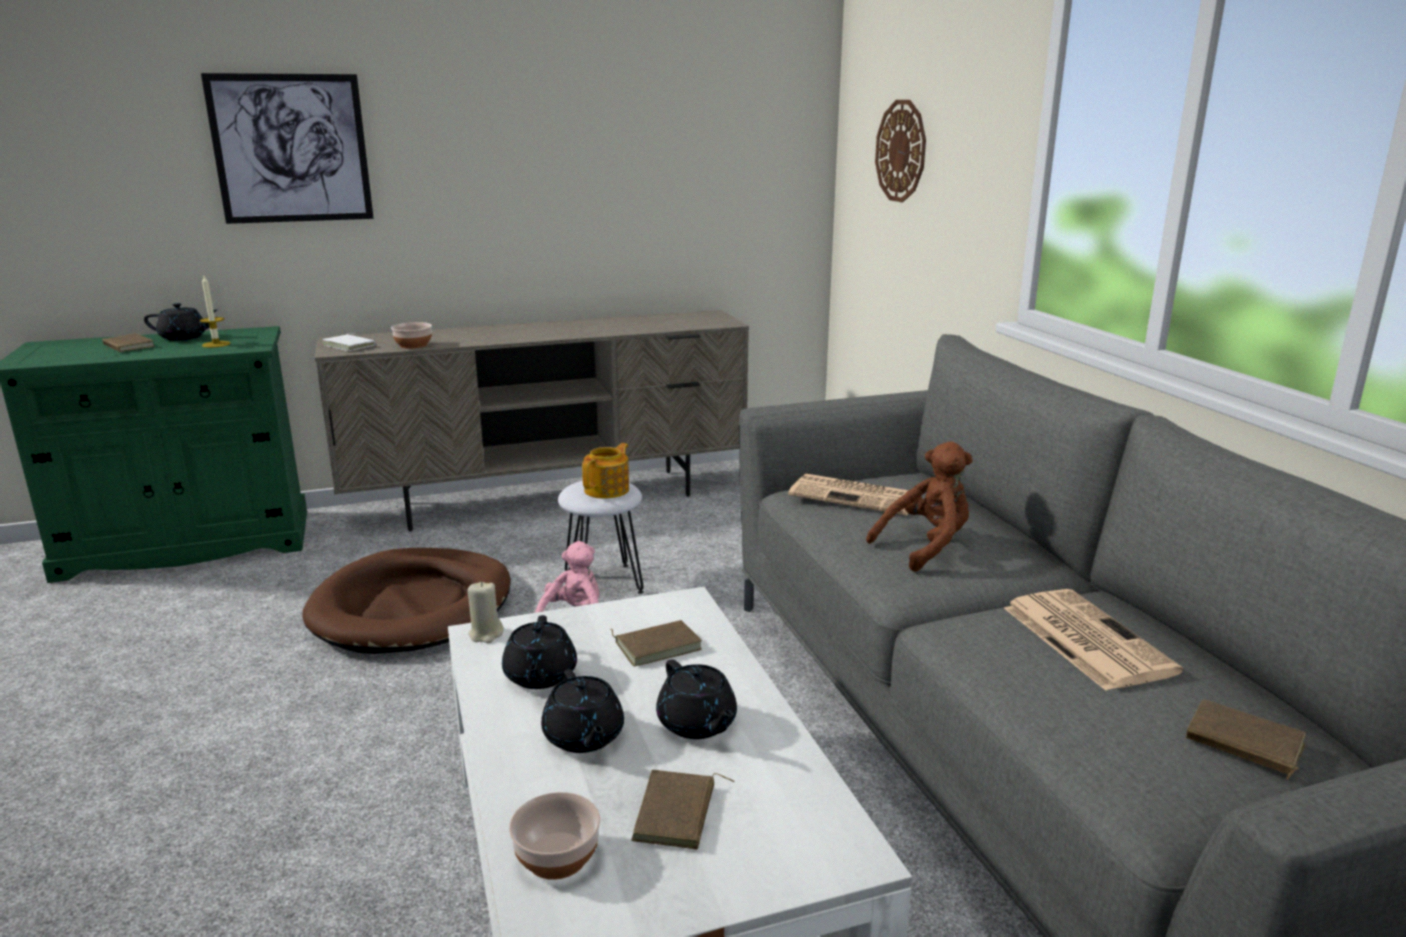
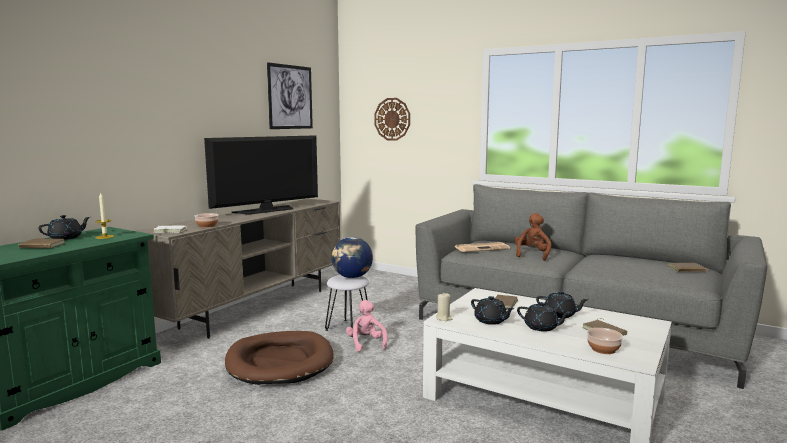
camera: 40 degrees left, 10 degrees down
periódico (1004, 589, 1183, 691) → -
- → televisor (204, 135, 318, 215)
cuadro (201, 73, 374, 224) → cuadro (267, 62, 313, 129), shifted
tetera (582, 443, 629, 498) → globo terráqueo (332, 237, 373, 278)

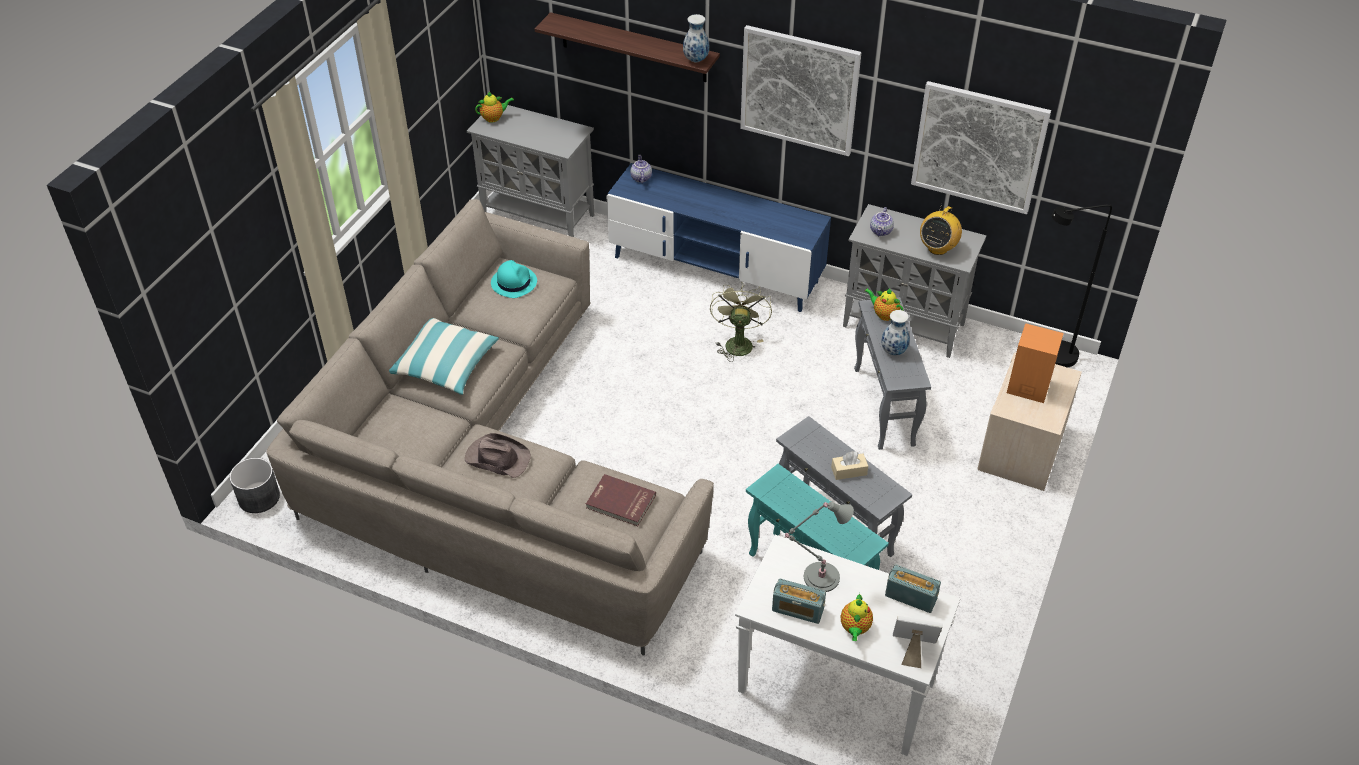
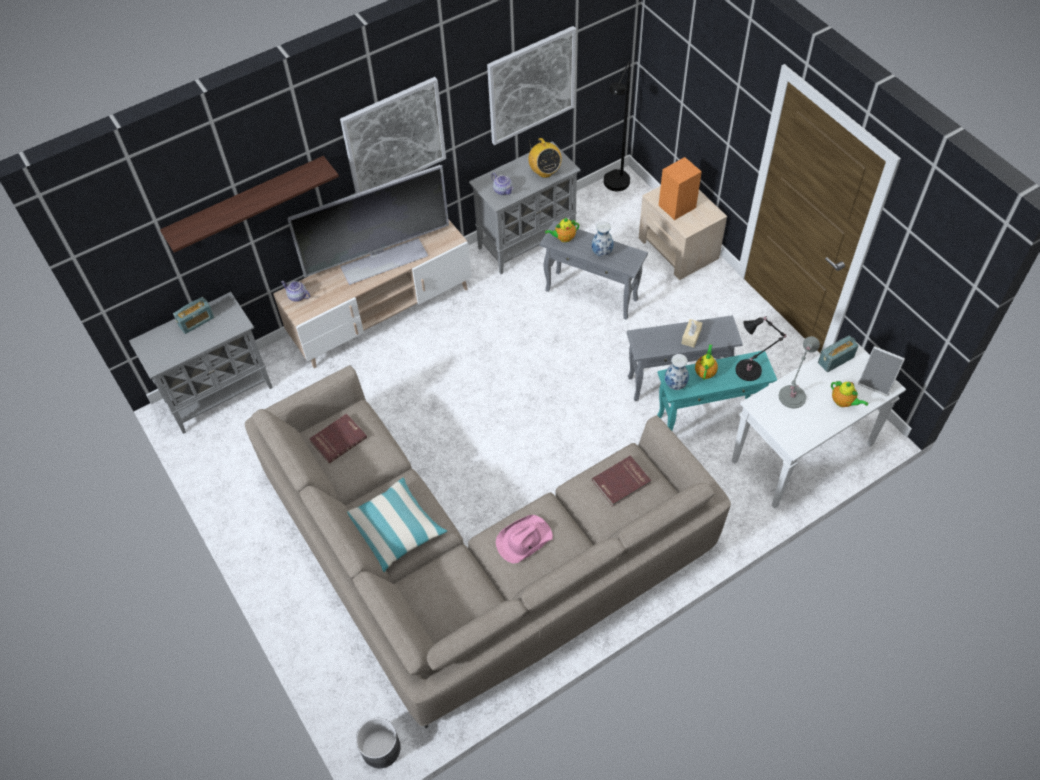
camera: 55 degrees left, 10 degrees up
ventilador/verde (710, 282, 772, 362) → -
- → televisor (288, 165, 449, 285)
- → lámpara de mesa/negro (736, 316, 787, 381)
tetera (475, 92, 514, 123) → tetera (695, 344, 718, 380), shifted
florero (683, 14, 709, 62) → florero (665, 354, 689, 390), shifted
radio (772, 579, 826, 624) → radio (173, 297, 214, 334), shifted
sombrero/turquesa (491, 260, 537, 298) → libro/rojo (310, 414, 367, 464)
sombrero/marrón (465, 433, 531, 478) → sombrero/rosa (496, 515, 553, 563)
mueble de televisión/azul (607, 163, 831, 312) → mueble de televisión/beis (273, 219, 472, 368)
portarretratos (893, 616, 943, 668) → portarretratos (858, 346, 905, 396), 105 degrees counterclockwise

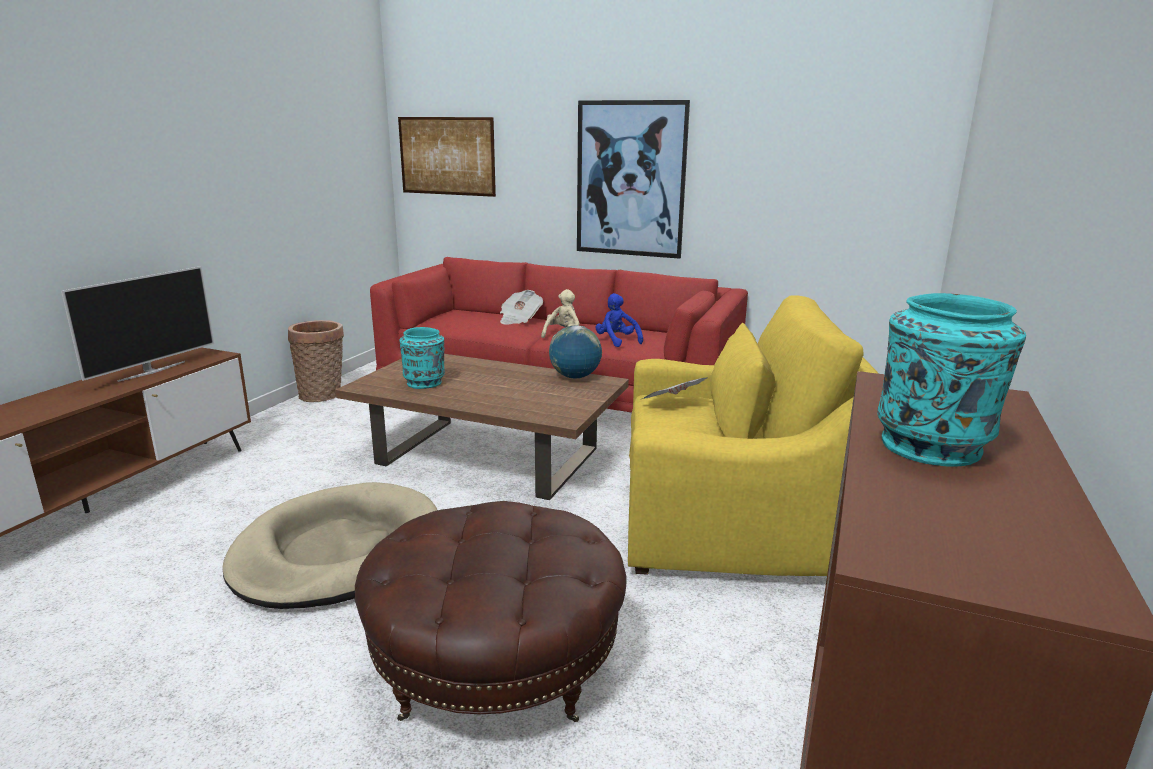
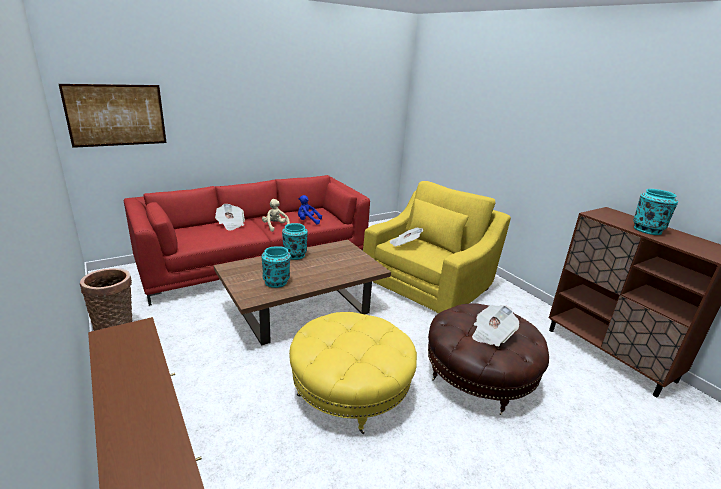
camera: 55 degrees left, 5 degrees up
televisor (61, 266, 214, 382) → -
globo terráqueo (549, 325, 602, 378) → -
cuadro (577, 100, 690, 259) → -
- → florero/turquesa (282, 223, 308, 260)
- → periódico (472, 305, 519, 347)
cama para perro/beis (222, 482, 437, 609) → puf/amarillo (289, 312, 417, 434)

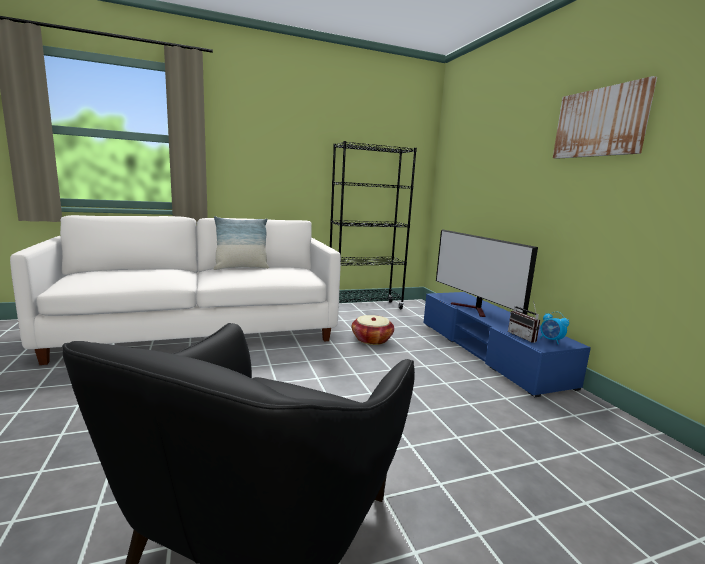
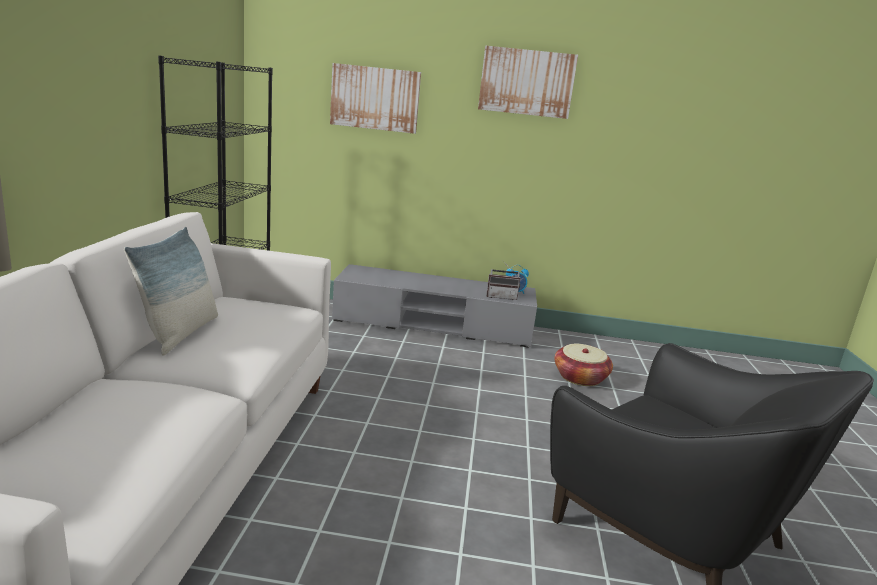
camera: 65 degrees left, 5 degrees up
televisor (436, 229, 538, 317) → -
- → cuadro (330, 63, 421, 134)
cesta (352, 315, 394, 345) → cesta (554, 344, 613, 386), shifted
mueble de televisión/azul (423, 292, 591, 397) → mueble de televisión/gris (332, 264, 537, 348)

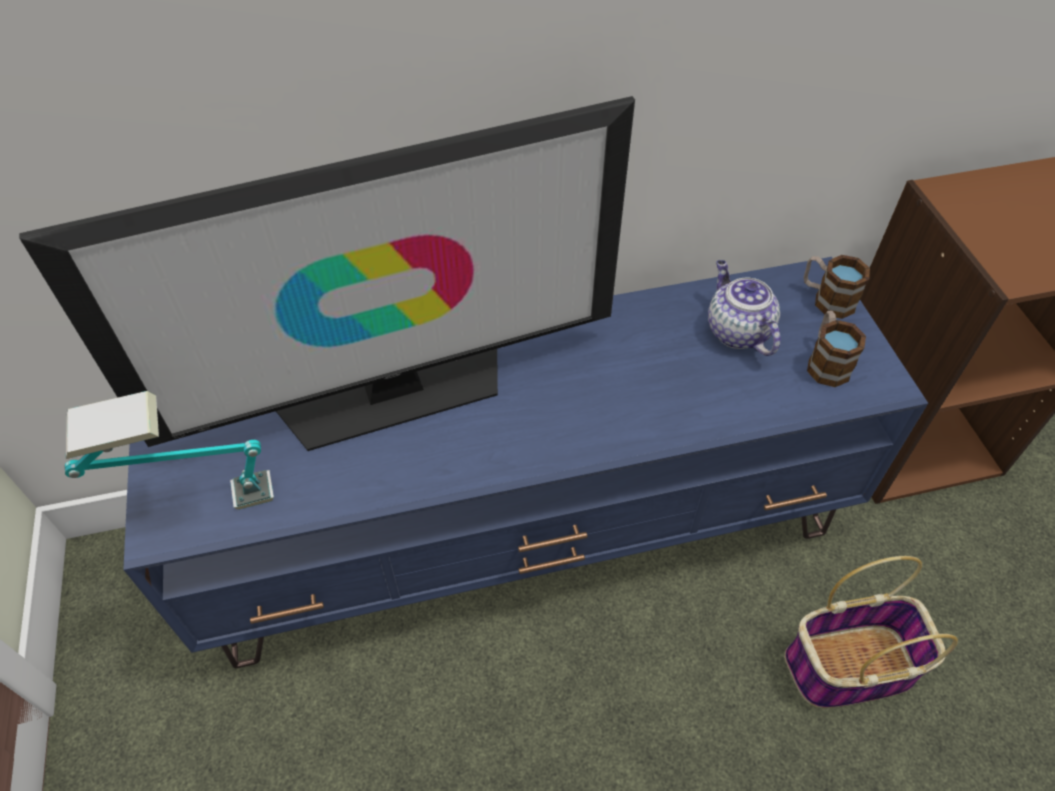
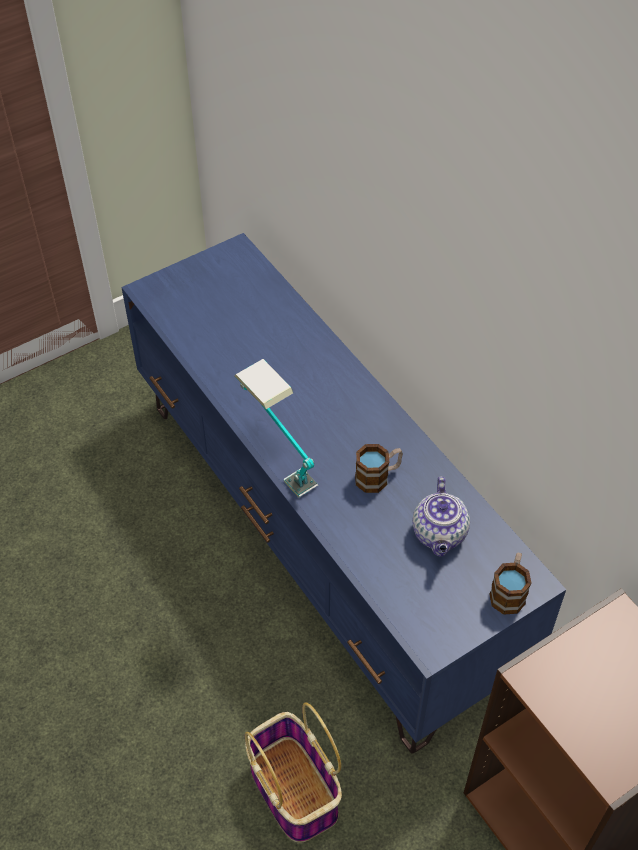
camera: 70 degrees right, 0 degrees up
televisor (19, 96, 635, 451) → -
lámpara de mesa (65, 391, 274, 510) → lámpara de mesa (235, 359, 318, 498), shifted
taza grande (807, 311, 866, 387) → taza grande (355, 444, 403, 493), shifted
tetera (708, 260, 781, 356) → tetera (412, 476, 470, 557), 135 degrees clockwise

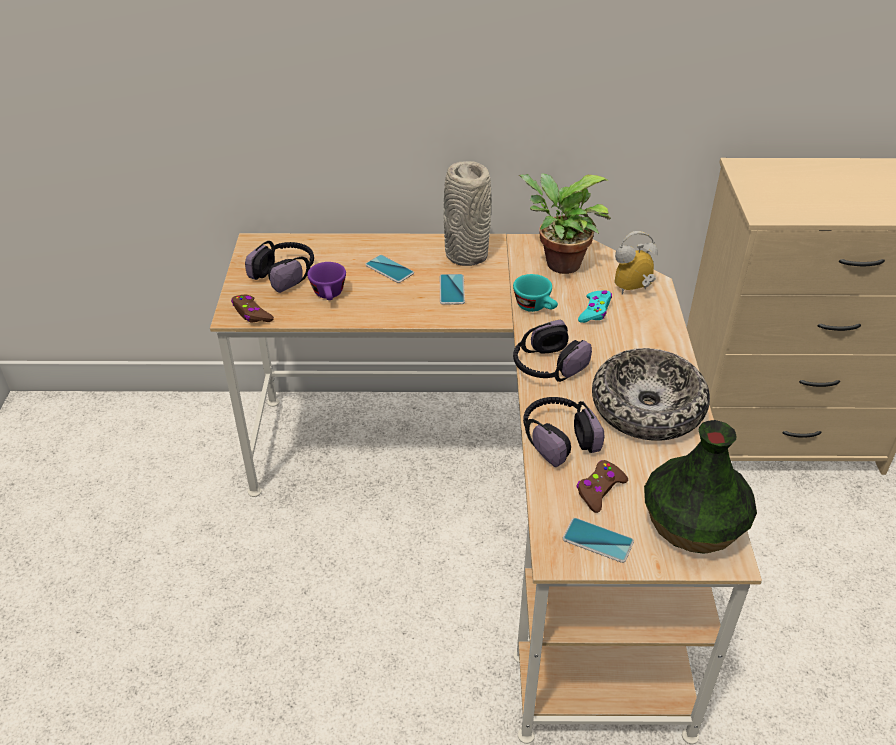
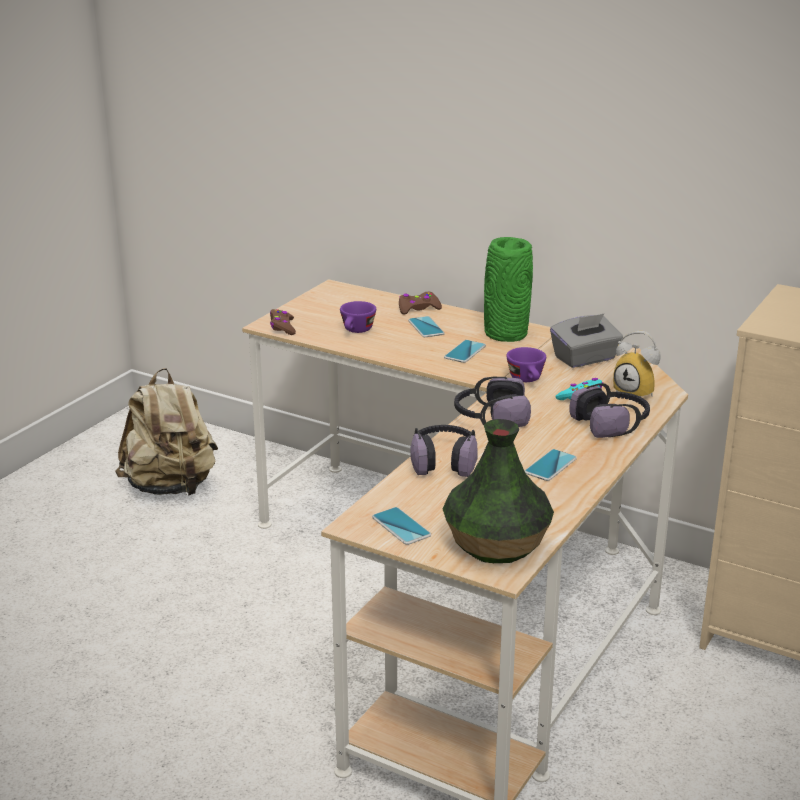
camera: 30 degrees right, 15 degrees down
- → mochila/beis (115, 368, 218, 496)
auriculares (245, 241, 314, 293) → auriculares (569, 383, 650, 438), shifted
mando de consola/marrón (577, 460, 628, 513) → mando de consola/marrón (399, 292, 442, 315), shifted
planta en maceta (519, 173, 611, 274) → caja de pañuelos/gris (550, 314, 623, 368)
cuenco (592, 348, 710, 441) → móvil (524, 449, 577, 481)
florero/gris (443, 161, 492, 266) → florero/verde (484, 237, 533, 342)
taza/turquesa (513, 274, 558, 312) → taza/morado (506, 347, 546, 382)
despertador (614, 231, 658, 295) → despertador (613, 331, 661, 397), 150 degrees counterclockwise

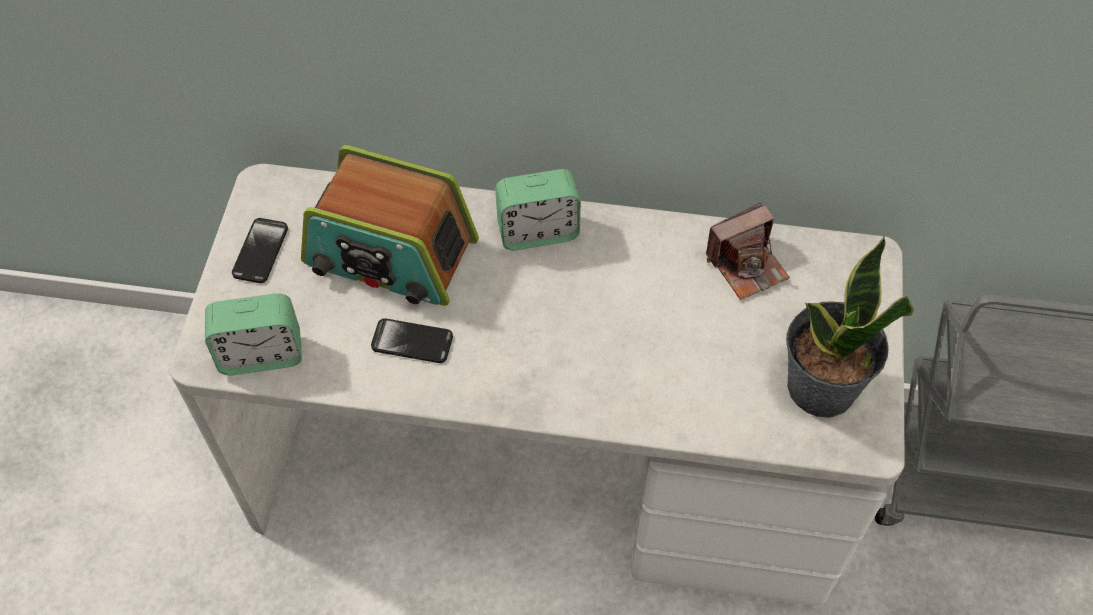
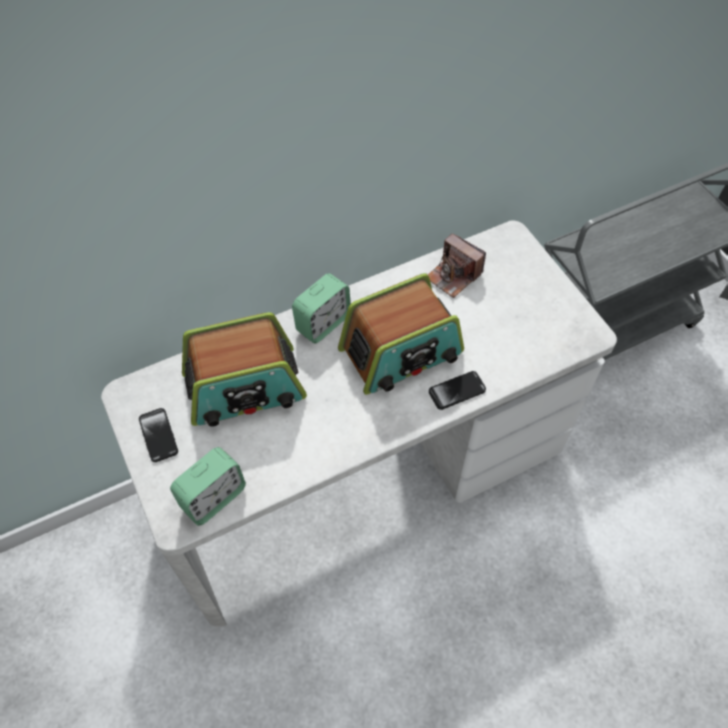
camera: 35 degrees left, 0 degrees up
planta en maceta (786, 237, 914, 418) → -
- → radio (338, 273, 464, 395)
móvil (371, 318, 453, 363) → móvil (429, 371, 486, 410), shifted
cámara (706, 202, 790, 300) → cámara (428, 233, 486, 298), 105 degrees clockwise

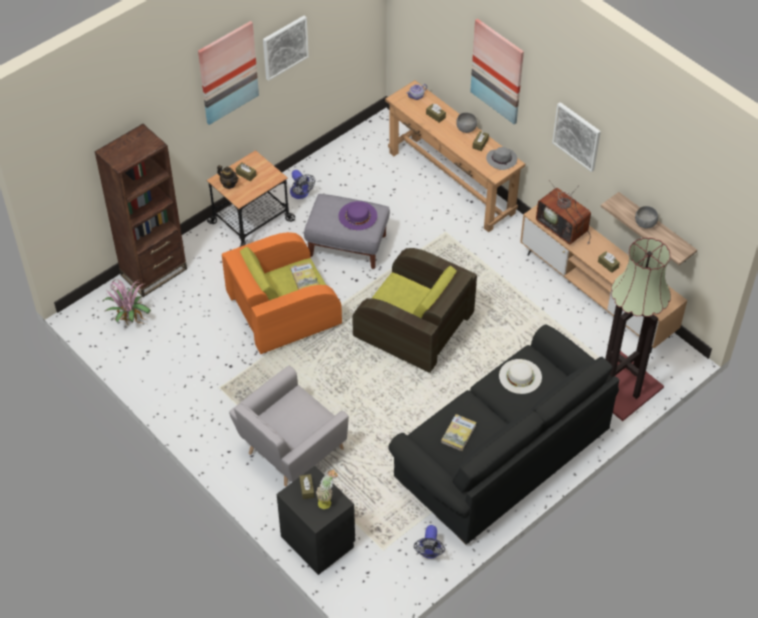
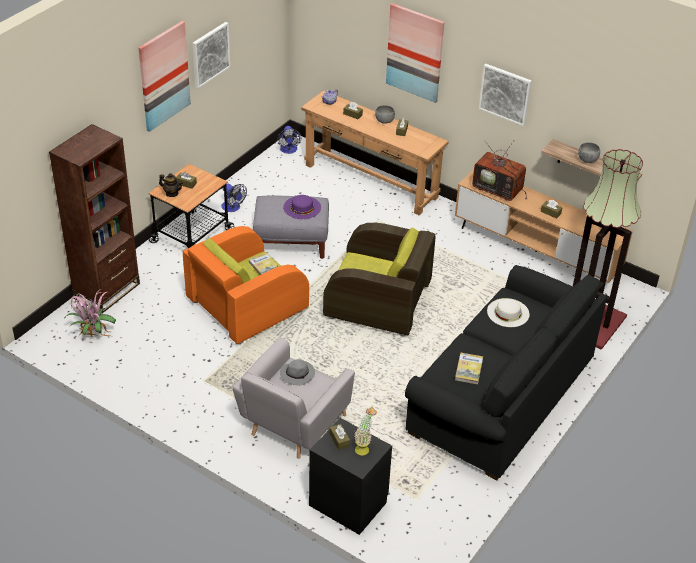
camera: 15 degrees left, 10 degrees down
ventilador (414, 525, 445, 559) → ventilador (277, 126, 301, 154), shifted
sombrero/gris (486, 147, 517, 170) → sombrero/gris (280, 359, 315, 386), shifted

